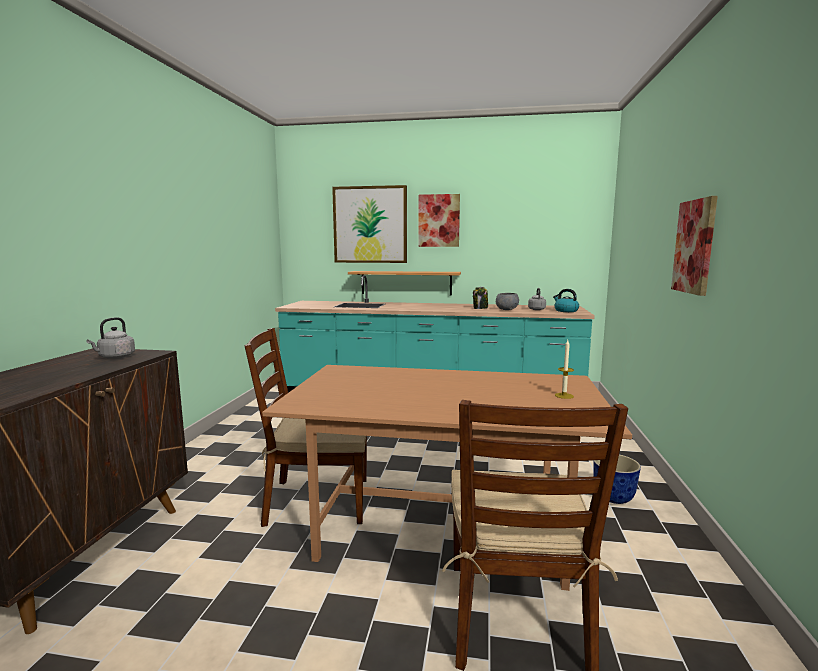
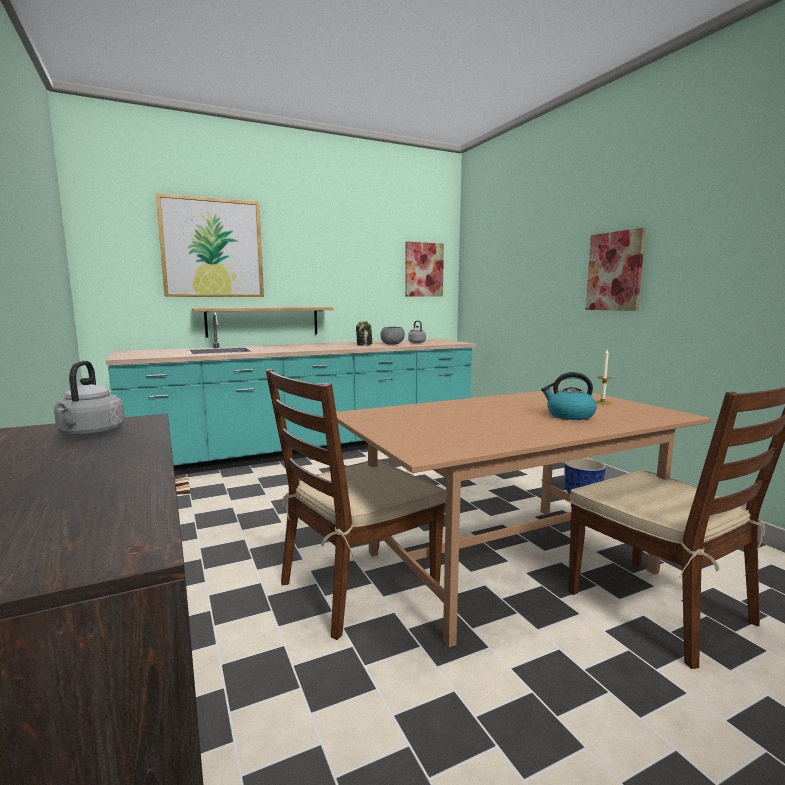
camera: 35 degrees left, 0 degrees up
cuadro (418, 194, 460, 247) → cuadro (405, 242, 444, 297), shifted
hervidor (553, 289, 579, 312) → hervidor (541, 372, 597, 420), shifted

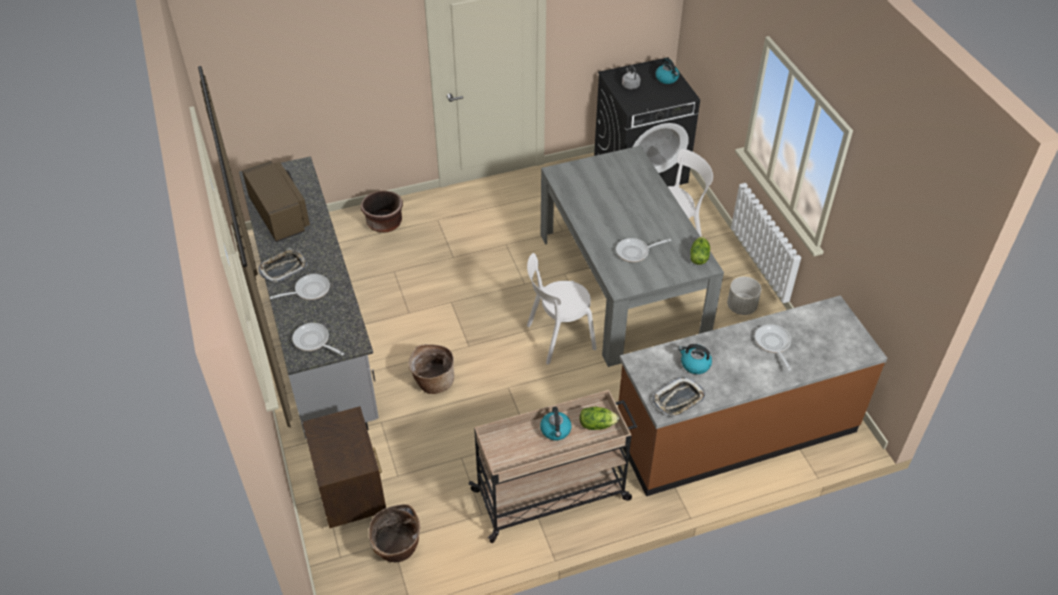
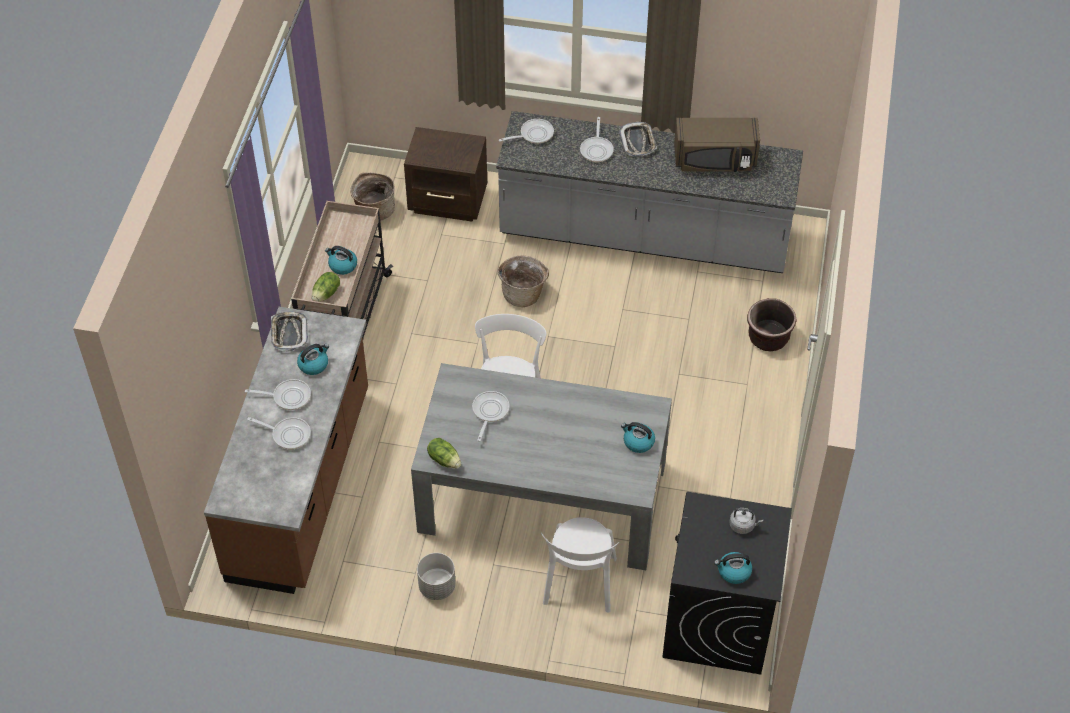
camera: 120 degrees right, 5 degrees up
- → sartén (245, 379, 311, 410)
- → hervidor (621, 422, 655, 453)

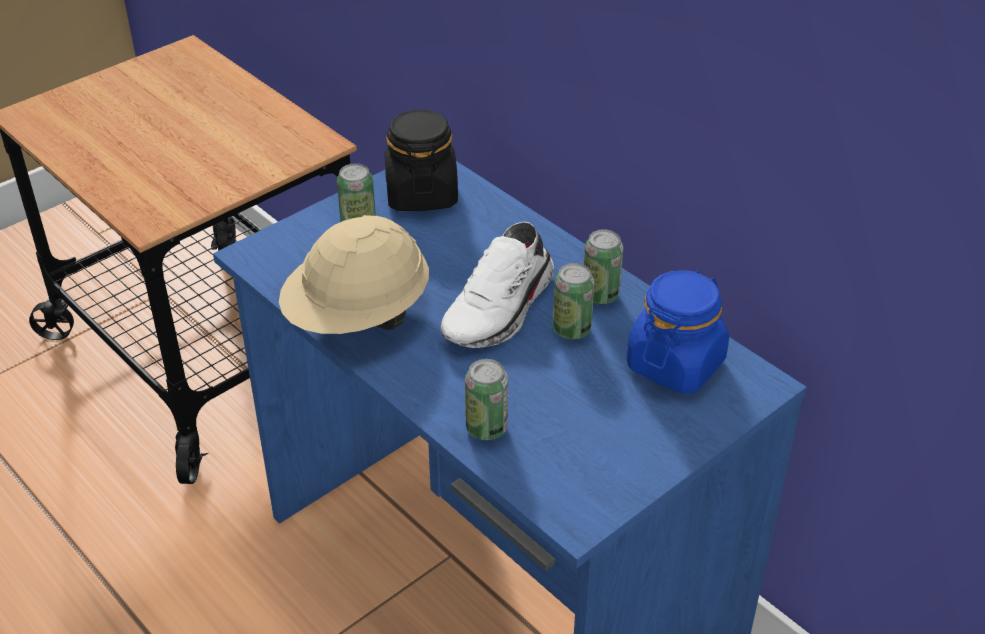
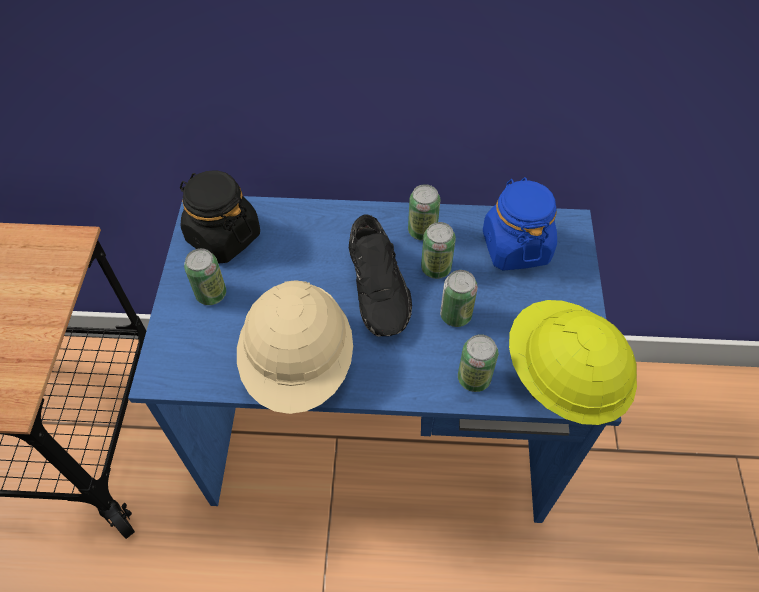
camera: 45 degrees left, 15 degrees up
- → lata (440, 270, 478, 327)
- → casco/amarillo (509, 300, 637, 425)
zapato/blanco (440, 222, 554, 348) → zapato/negro (349, 214, 412, 337)

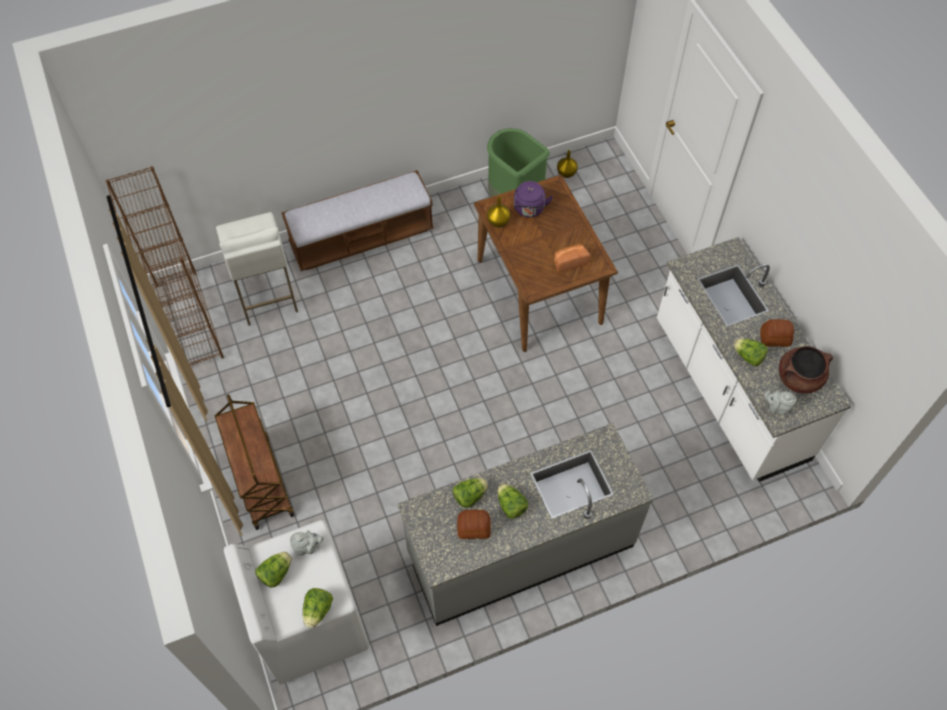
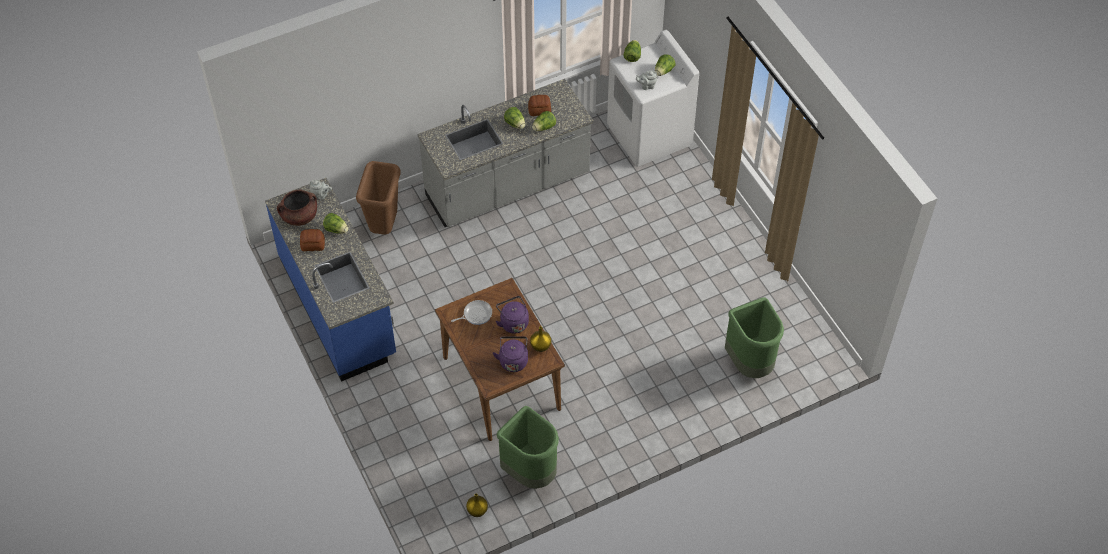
camera: 175 degrees right, 5 degrees down
estantería/marrón (106, 166, 224, 366) → -
carrito/marrón (215, 394, 294, 530) → -
banco (281, 170, 434, 271) → -
- → papelera/marrón (356, 161, 401, 235)
- → hervidor/morado (496, 296, 529, 334)
taburete/blanco (216, 212, 298, 326) → papelera/verde (725, 298, 784, 378)
pan (554, 244, 591, 273) → sartén (451, 300, 492, 325)
mueble bajo de cocina/blanco (657, 237, 851, 482) → mueble bajo de cocina/azul (265, 178, 396, 382)

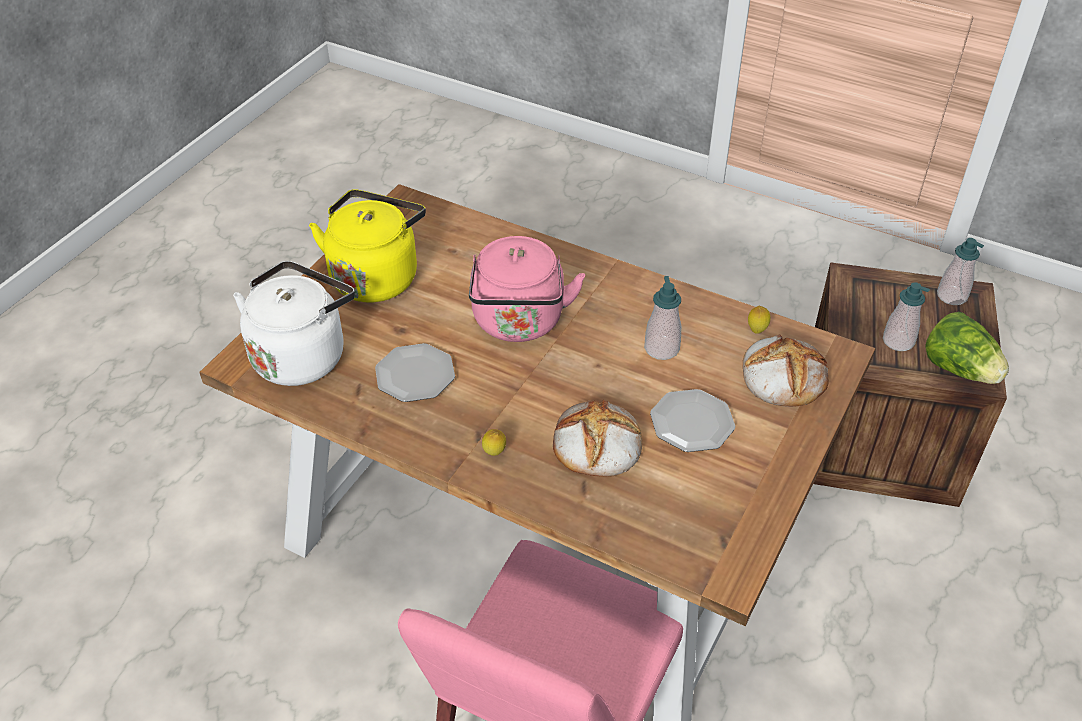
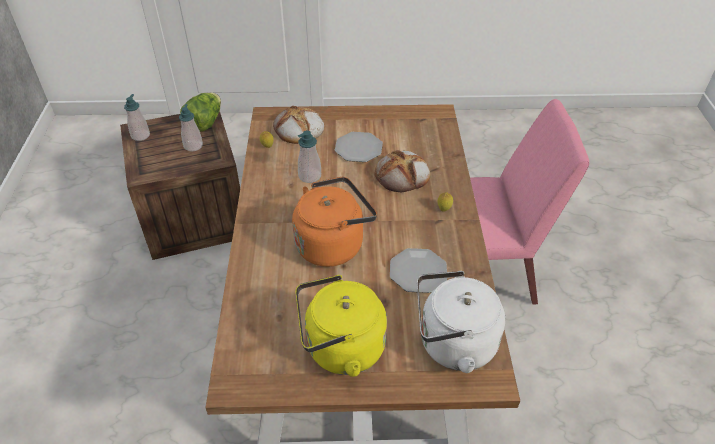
camera: 120 degrees left, 0 degrees up
hervidor/rosa (469, 236, 585, 342) → hervidor/naranja (292, 177, 377, 267)

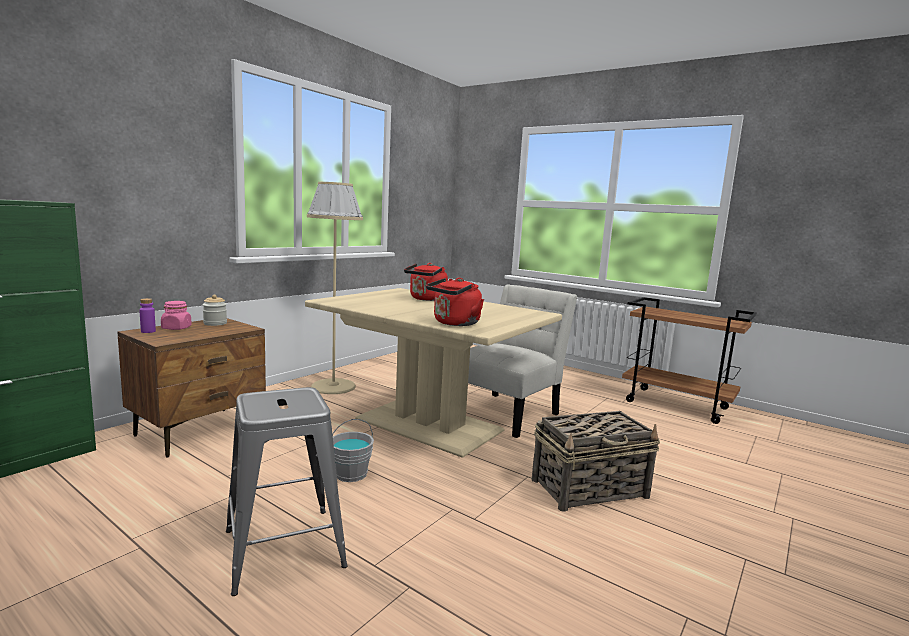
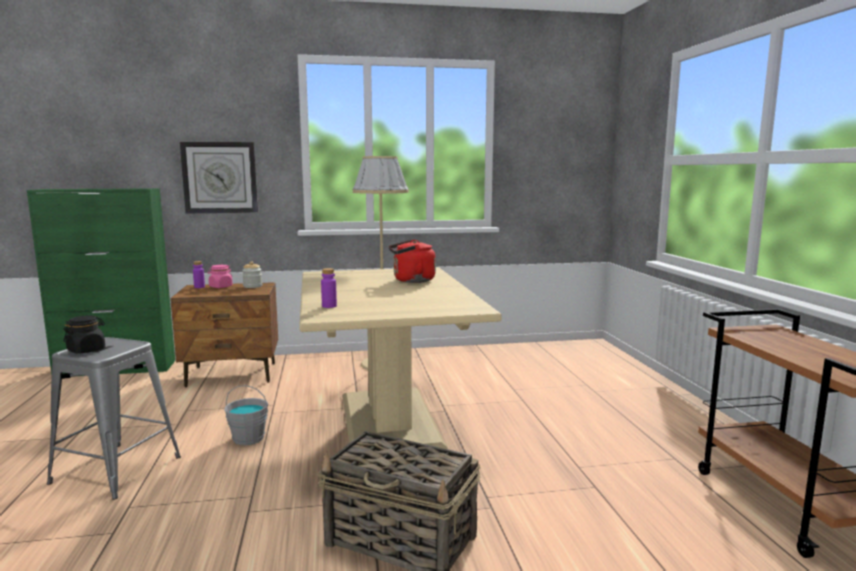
camera: 45 degrees right, 0 degrees up
silla/blanco (468, 285, 577, 438) → -
- → tarro/negro (64, 315, 105, 354)
- → reloj de pared (180, 142, 258, 213)
hervidor/rojo (426, 278, 484, 326) → botella/morado (321, 268, 337, 308)

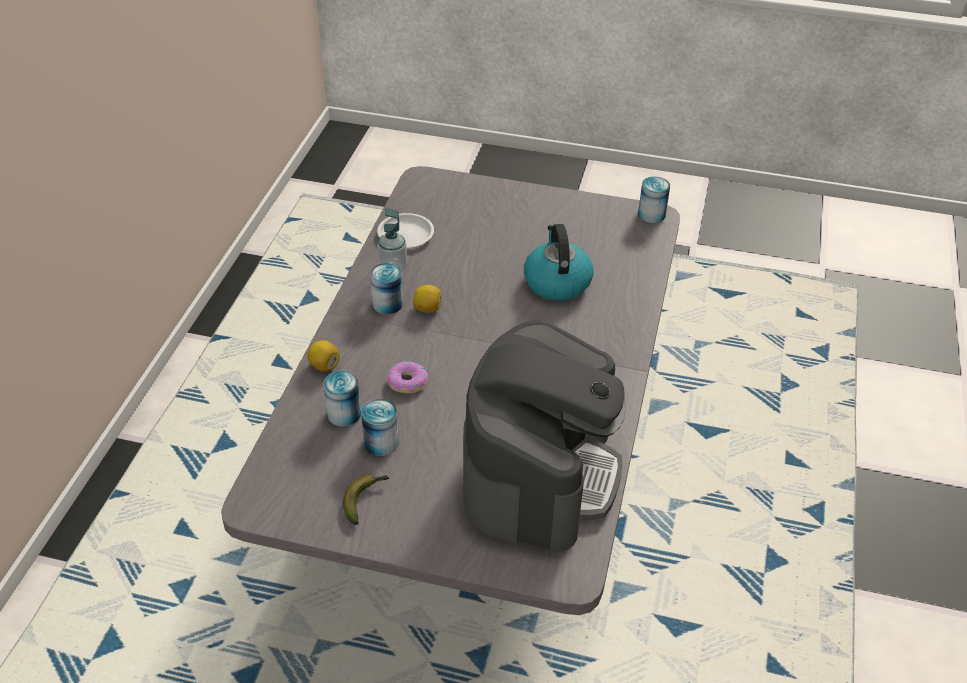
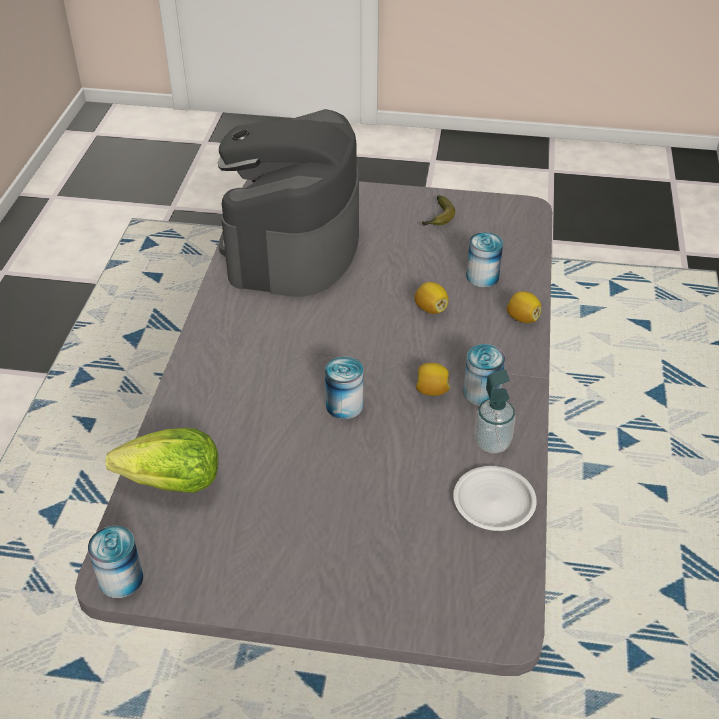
camera: 175 degrees right, 0 degrees up
hervidor (524, 224, 593, 301) → -
- → lechuga (106, 428, 218, 493)
lata (361, 399, 399, 456) → lata (325, 357, 363, 419), shifted
rosquilla (387, 361, 428, 393) → limón (414, 282, 449, 314)

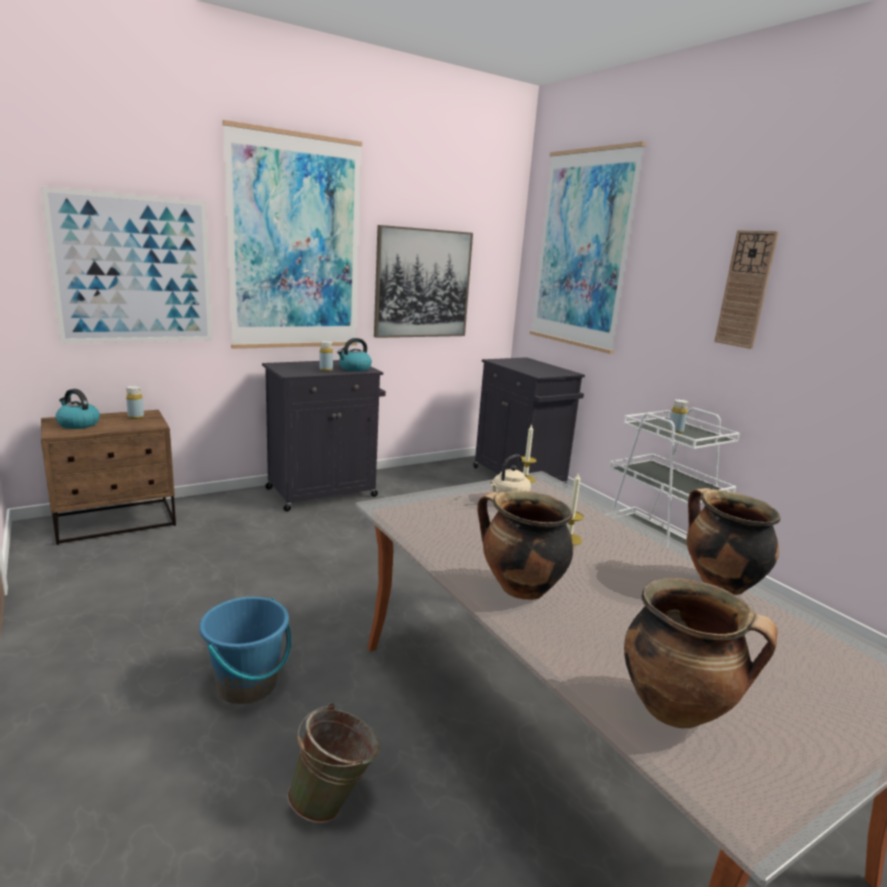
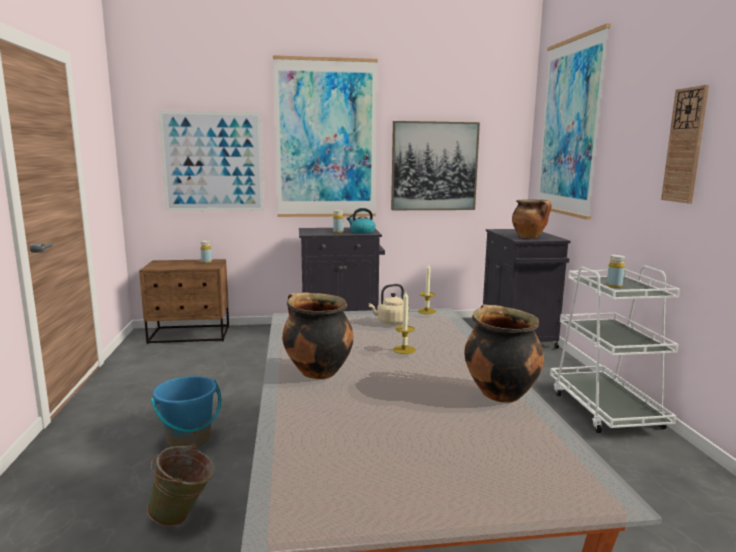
camera: 25 degrees right, 5 degrees down
hervidor (55, 389, 100, 429) → -
olla (624, 578, 778, 728) → olla (512, 199, 552, 238), shifted

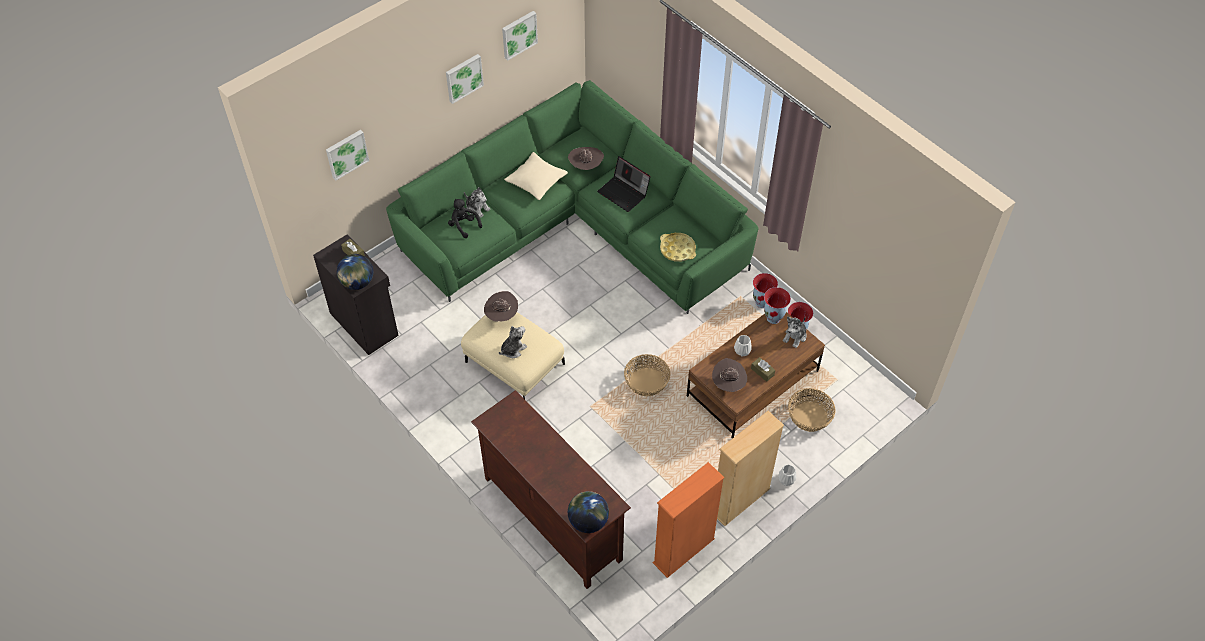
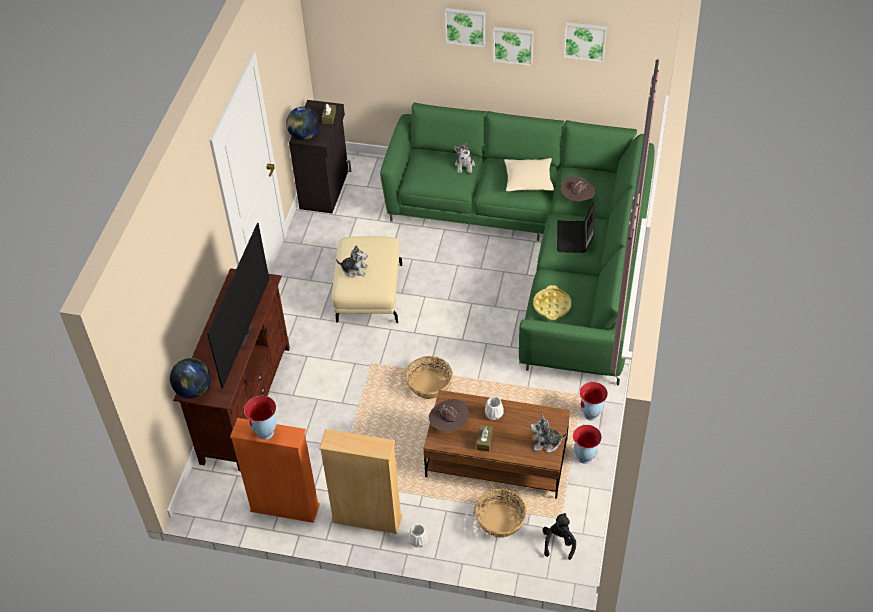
camera: 55 degrees right, 5 degrees down
sombrero/marrón (484, 291, 518, 322) → -
- → televisor (207, 223, 269, 388)
cuadro (326, 130, 369, 181) → cuadro (445, 8, 485, 47), shifted
peluche/negro (448, 199, 482, 238) → peluche/negro (542, 513, 576, 560), shifted
florero (764, 287, 791, 324) → florero (244, 396, 277, 440), shifted

